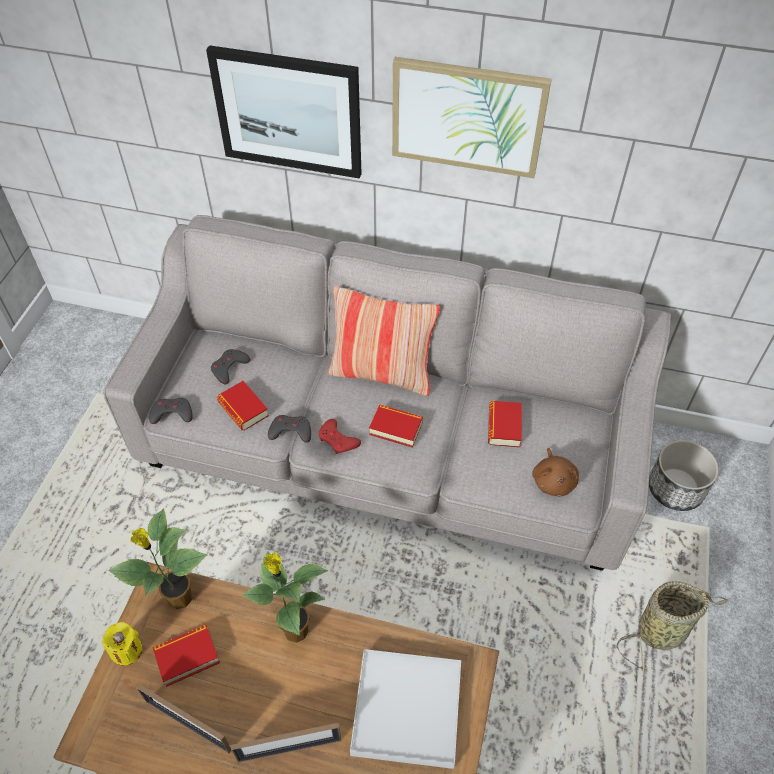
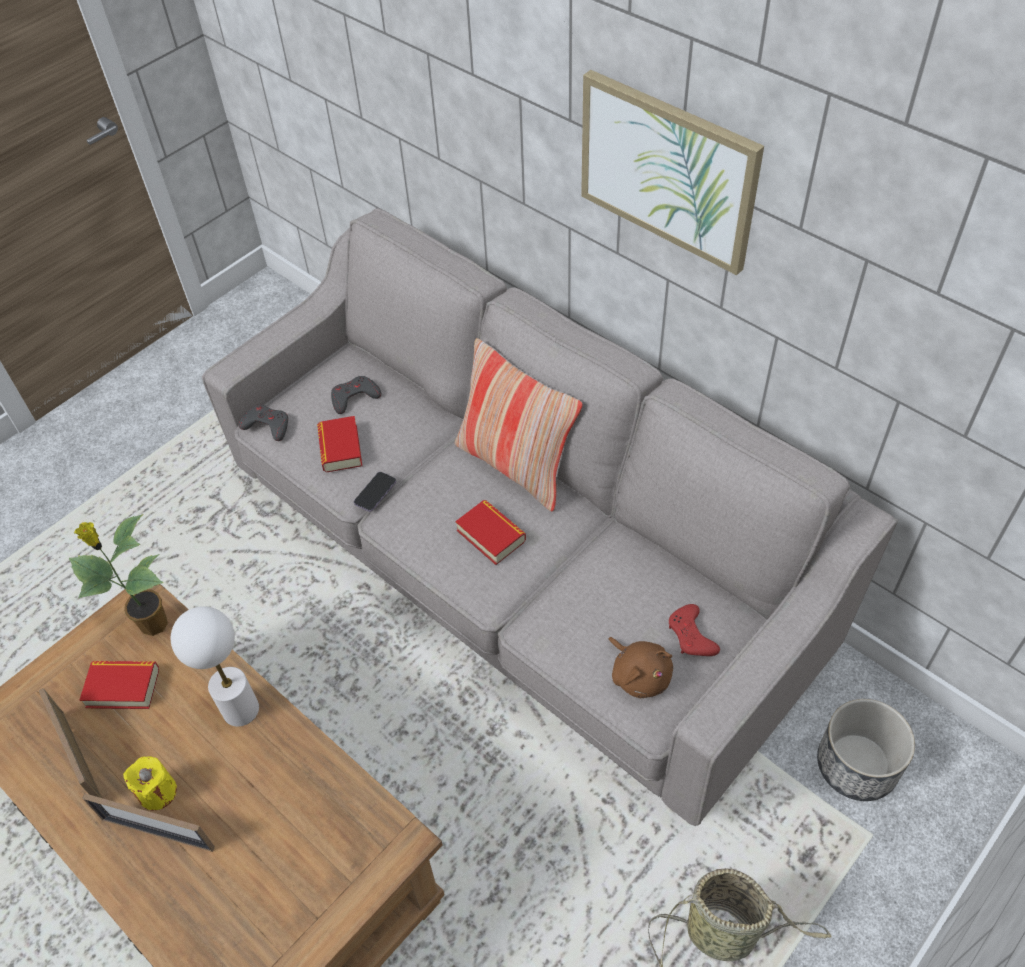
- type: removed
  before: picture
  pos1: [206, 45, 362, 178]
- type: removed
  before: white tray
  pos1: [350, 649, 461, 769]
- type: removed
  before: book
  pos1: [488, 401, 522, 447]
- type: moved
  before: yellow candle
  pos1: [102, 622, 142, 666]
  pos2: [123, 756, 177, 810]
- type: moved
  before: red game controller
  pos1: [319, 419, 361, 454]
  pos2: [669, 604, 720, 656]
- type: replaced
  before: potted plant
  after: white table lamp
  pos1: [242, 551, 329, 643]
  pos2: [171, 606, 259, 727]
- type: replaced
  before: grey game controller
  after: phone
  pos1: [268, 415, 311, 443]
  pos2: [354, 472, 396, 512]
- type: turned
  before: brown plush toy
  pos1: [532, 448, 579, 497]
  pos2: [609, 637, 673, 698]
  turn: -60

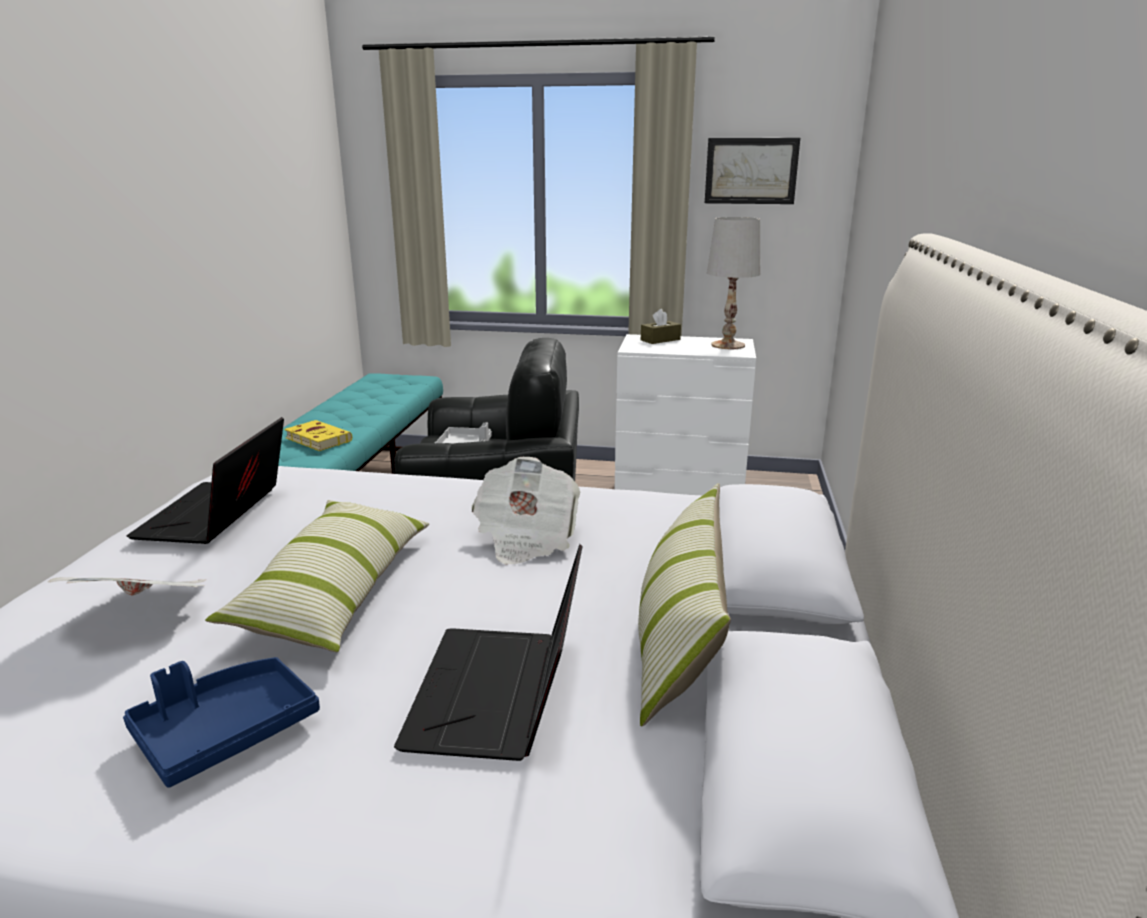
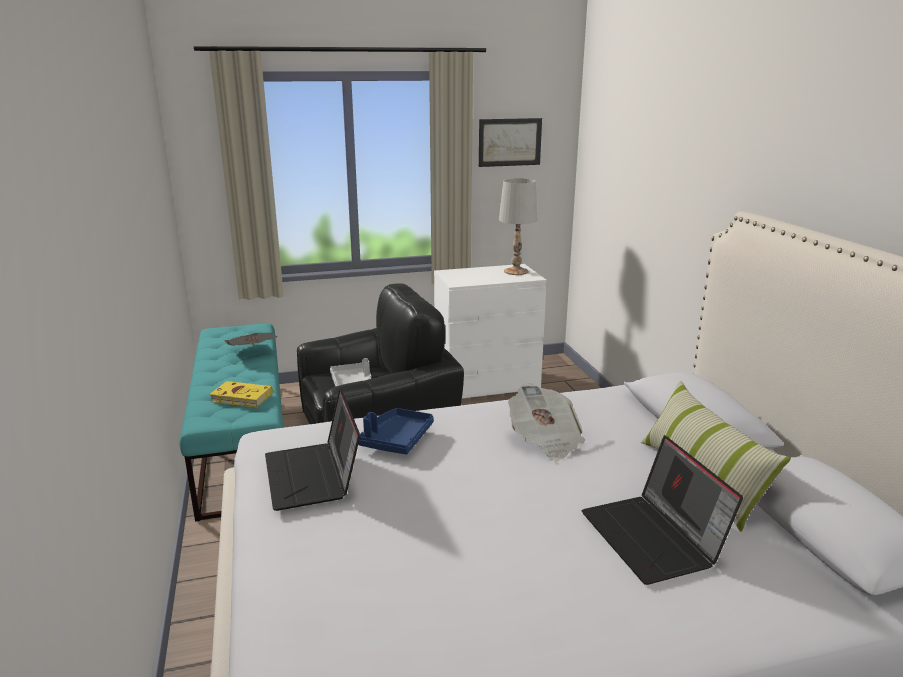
- type: removed
  before: pillow
  pos1: [205, 500, 429, 652]
- type: removed
  before: brown tissue box
  pos1: [641, 309, 681, 344]
- type: moved
  before: newspaper
  pos1: [48, 577, 206, 595]
  pos2: [225, 333, 278, 346]
- type: moved
  before: blue tray
  pos1: [123, 657, 320, 787]
  pos2: [358, 408, 434, 455]

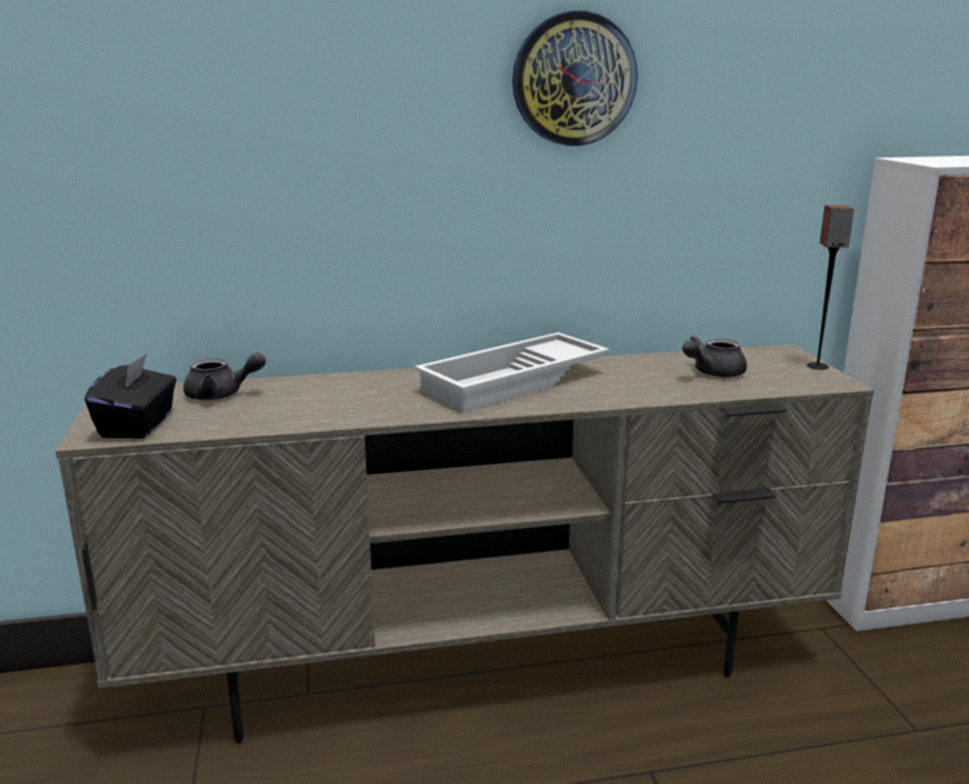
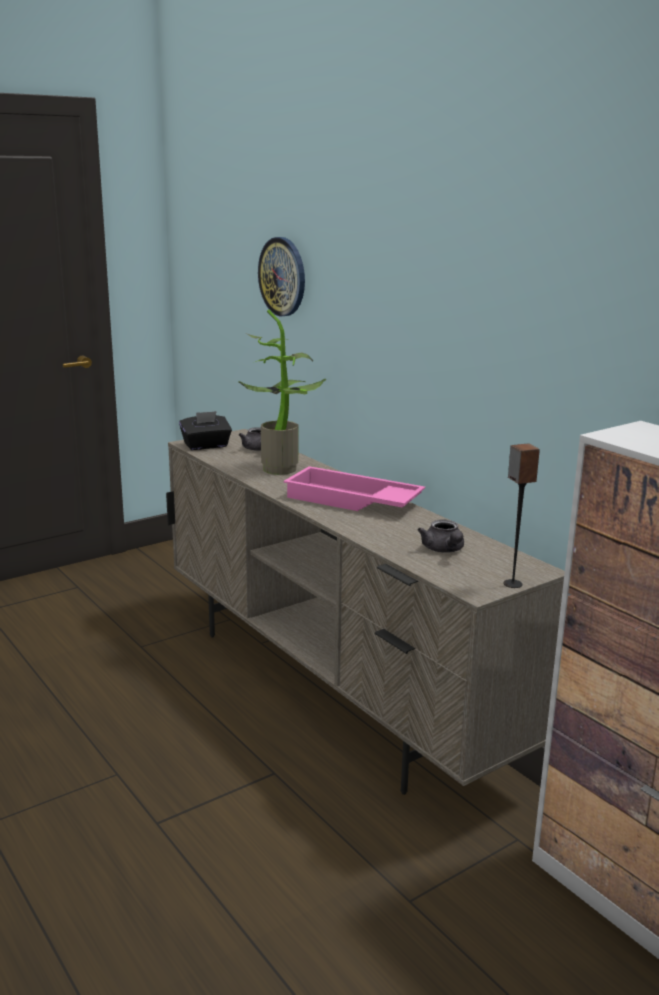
- type: added
  after: potted plant
  pos2: [238, 310, 327, 475]
- type: moved
  before: wall clock
  pos1: [512, 11, 638, 146]
  pos2: [258, 237, 305, 317]
- type: recoloured
  before: white tray
  after: pink tray
  pos1: [414, 332, 609, 412]
  pos2: [283, 466, 425, 511]
- type: turned
  before: grey teapot
  pos1: [682, 335, 747, 377]
  pos2: [418, 520, 464, 553]
  turn: -135

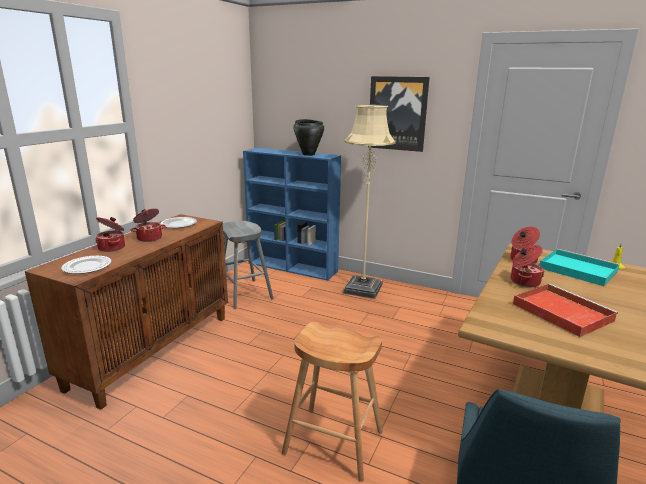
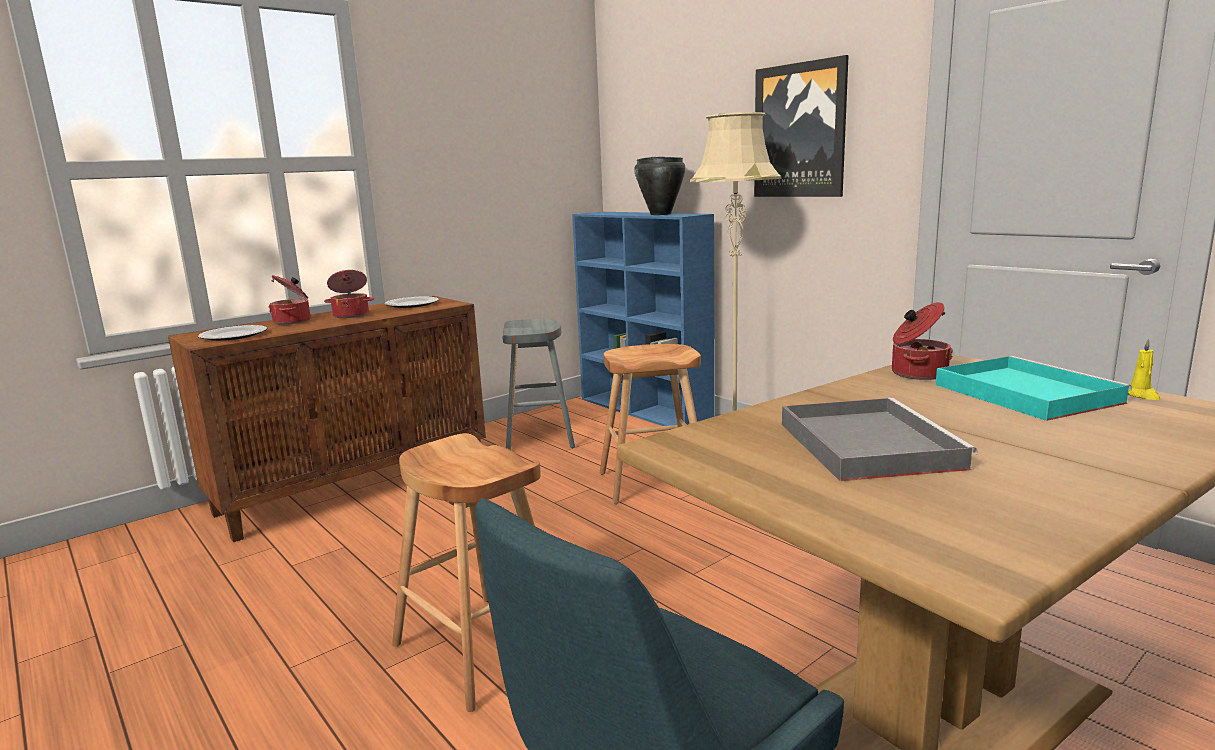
- type: removed
  before: cooking pot
  pos1: [511, 245, 544, 287]
- type: added
  after: brown stool
  pos2: [600, 344, 701, 504]
- type: recoloured
  before: red tray
  after: grey tray
  pos1: [513, 284, 618, 337]
  pos2: [782, 398, 978, 481]

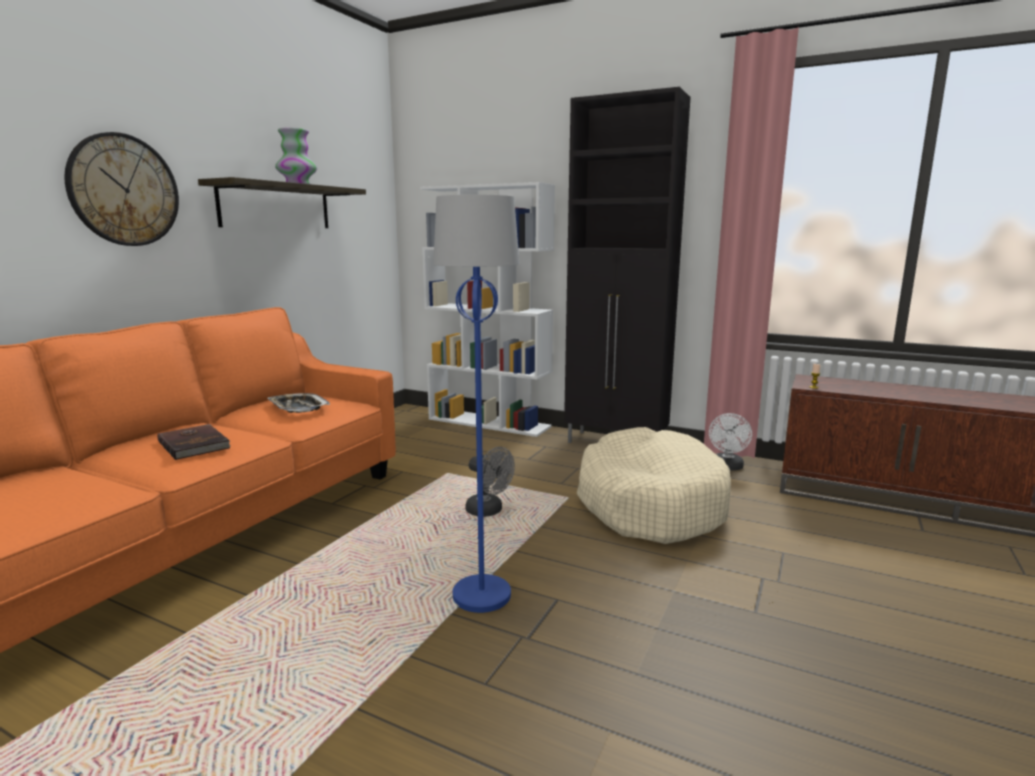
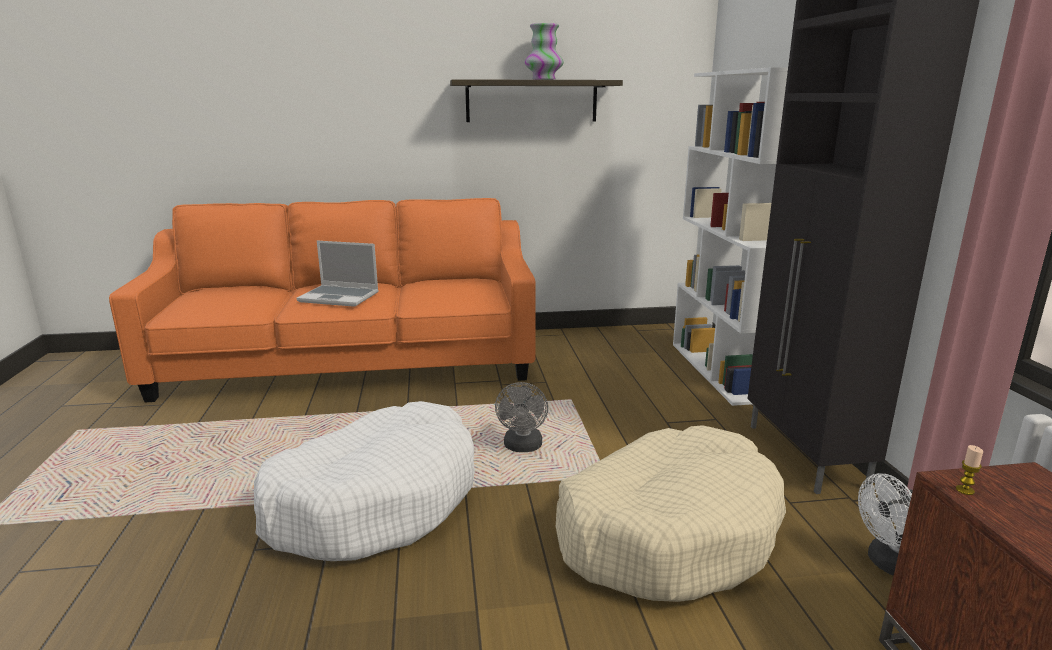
- type: removed
  before: wall clock
  pos1: [64, 132, 179, 246]
- type: removed
  before: tray
  pos1: [268, 393, 330, 413]
- type: replaced
  before: brown book
  after: laptop
  pos1: [157, 424, 231, 460]
  pos2: [296, 241, 379, 307]
- type: replaced
  before: blue floor lamp
  after: white dog bed
  pos1: [433, 194, 520, 613]
  pos2: [254, 401, 475, 561]

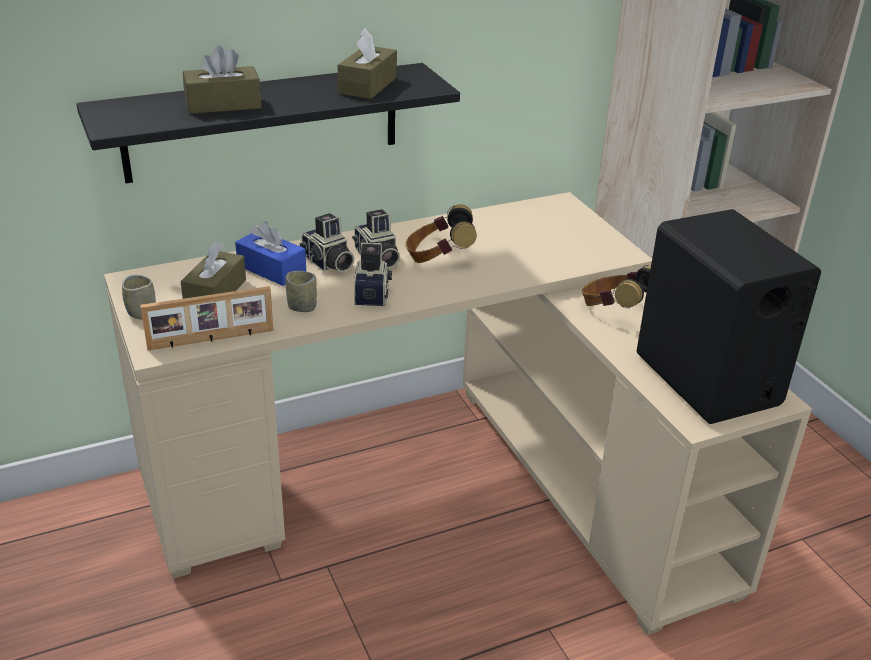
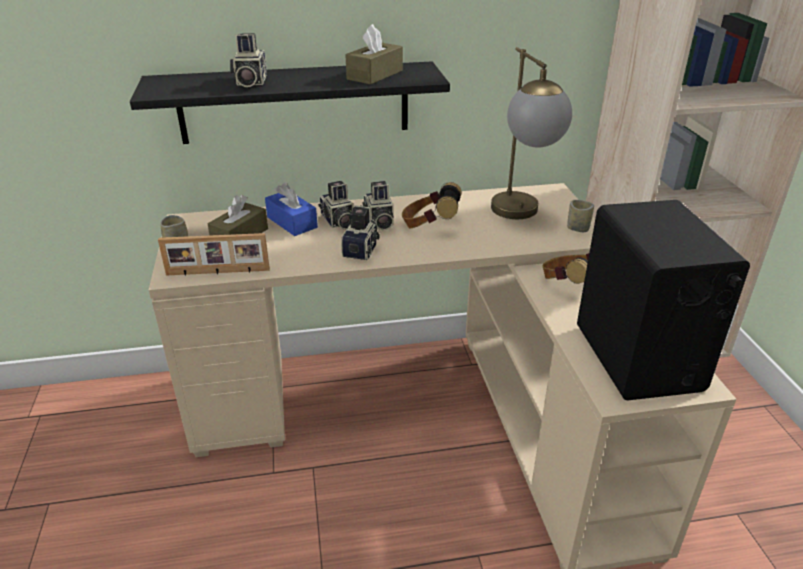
- type: added
  after: table lamp
  pos2: [491, 47, 572, 219]
- type: moved
  before: cup
  pos1: [285, 271, 317, 312]
  pos2: [567, 200, 594, 232]
- type: replaced
  before: brown tissue box
  after: photo camera
  pos1: [183, 45, 262, 114]
  pos2: [230, 33, 267, 87]

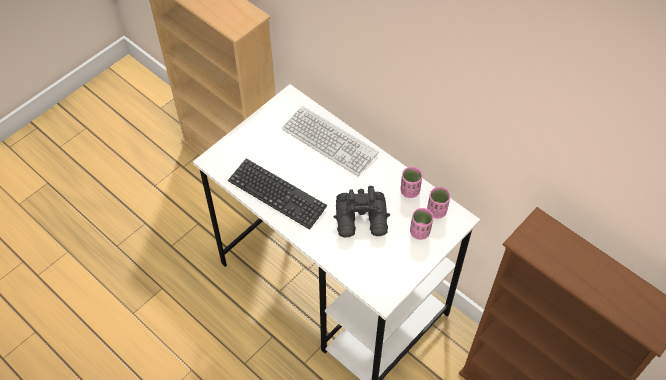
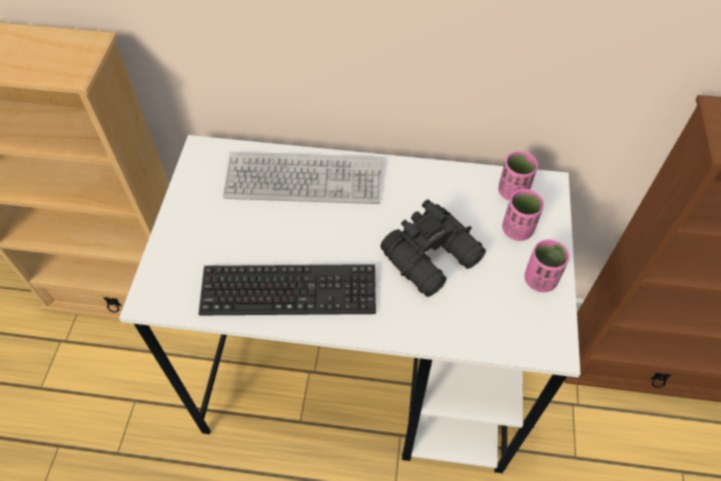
- type: moved
  before: pink cup
  pos1: [400, 167, 422, 198]
  pos2: [525, 239, 569, 292]

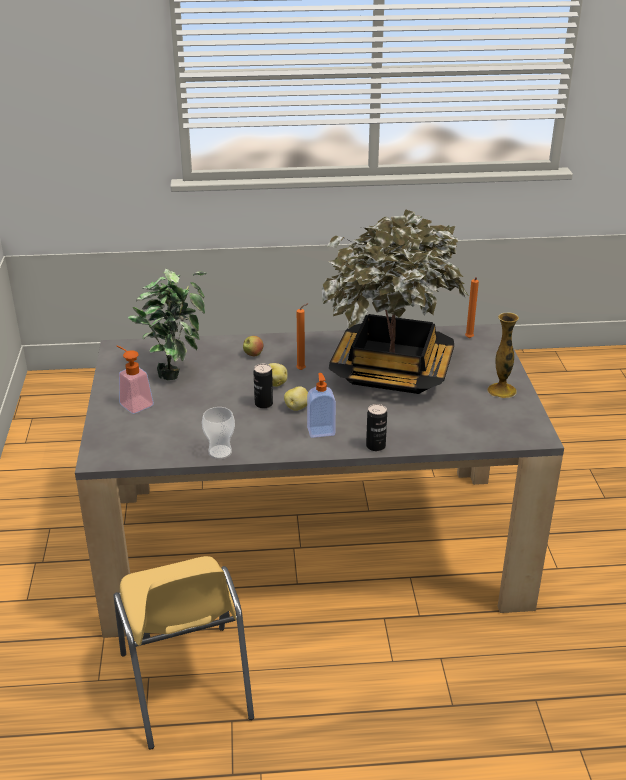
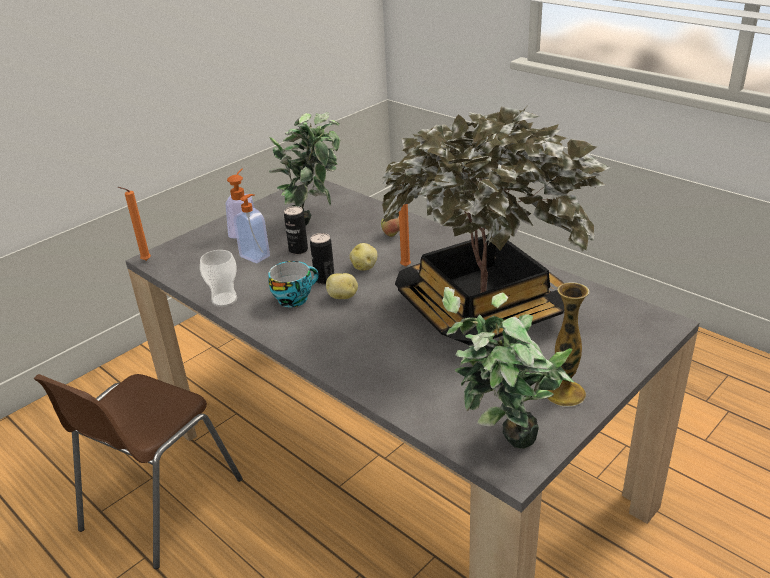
- type: added
  after: cup
  pos2: [268, 261, 319, 307]
- type: added
  after: potted plant
  pos2: [442, 287, 574, 449]
- type: moved
  before: soap dispenser
  pos1: [307, 373, 336, 438]
  pos2: [234, 194, 270, 263]
- type: moved
  before: can
  pos1: [366, 404, 387, 451]
  pos2: [284, 206, 308, 255]
- type: moved
  before: orange candle
  pos1: [465, 277, 479, 338]
  pos2: [118, 187, 151, 261]
- type: recoloured
  before: yellow chair
  after: brown chair
  pos1: [114, 556, 254, 749]
  pos2: [34, 374, 243, 569]

